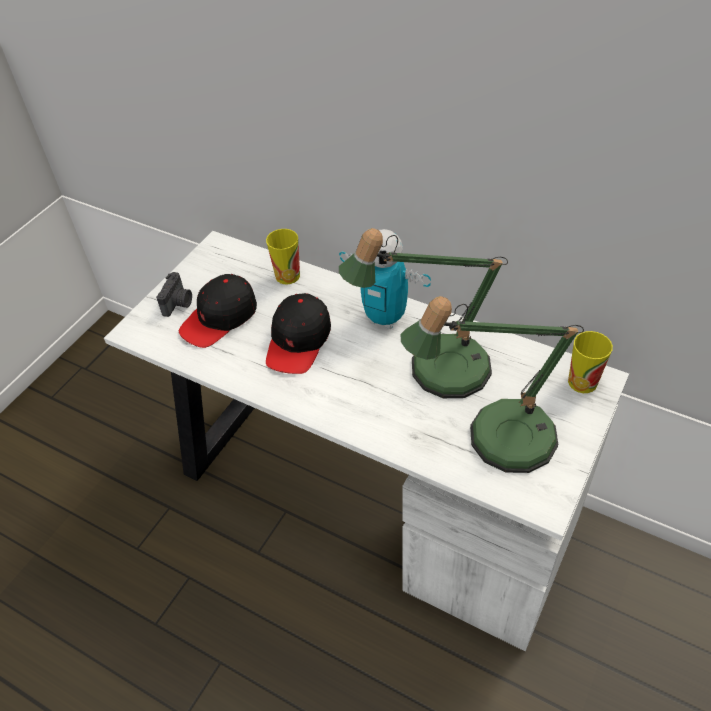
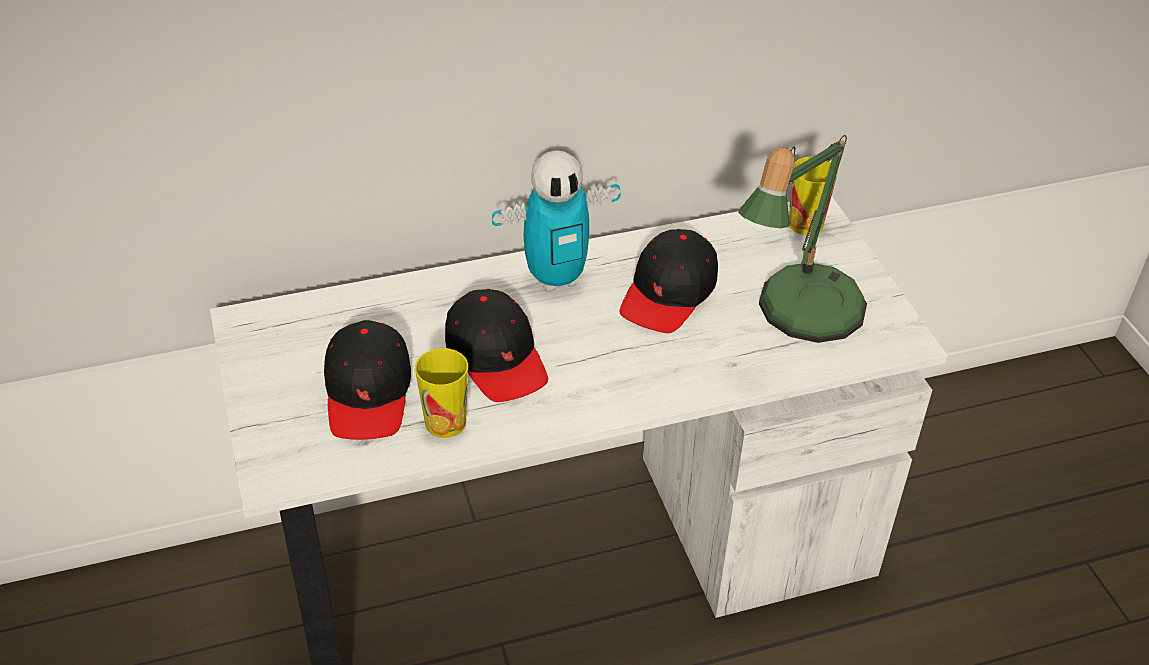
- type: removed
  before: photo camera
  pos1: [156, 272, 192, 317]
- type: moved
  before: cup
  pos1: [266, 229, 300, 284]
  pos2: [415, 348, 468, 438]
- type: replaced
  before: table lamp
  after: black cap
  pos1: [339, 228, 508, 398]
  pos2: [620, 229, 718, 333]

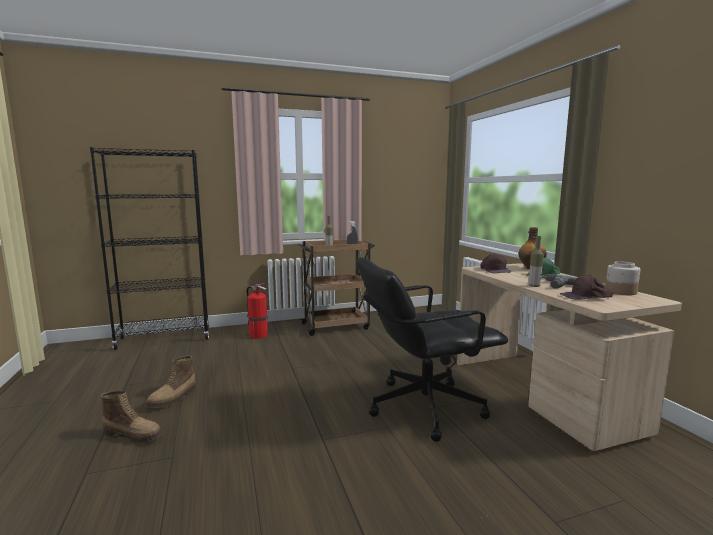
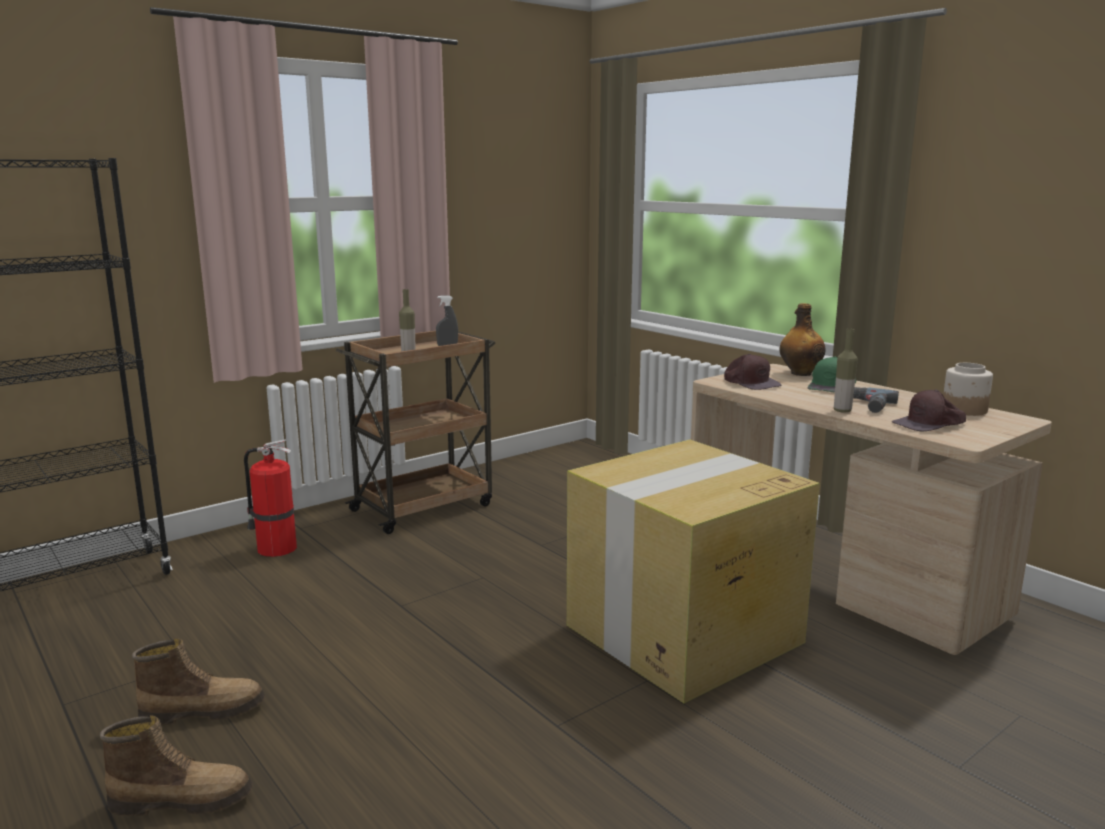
- type: replaced
  before: black office chair
  after: cardboard box
  pos1: [357, 257, 508, 442]
  pos2: [567, 440, 820, 703]
- type: turned
  before: boot
  pos1: [146, 355, 197, 408]
  pos2: [132, 638, 265, 725]
  turn: -105

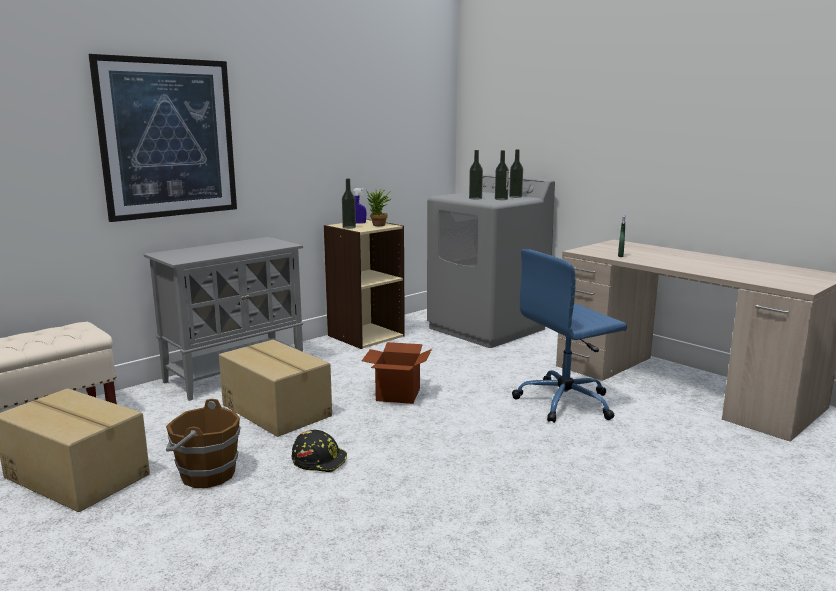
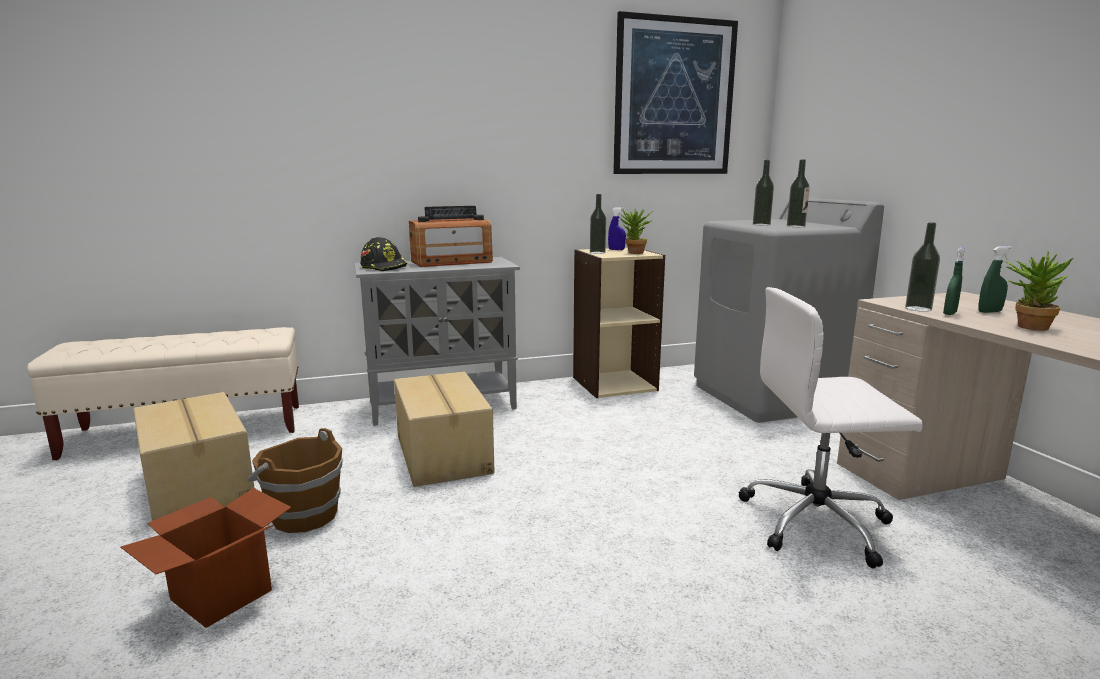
- type: added
  after: radio
  pos2: [409, 206, 493, 267]
- type: added
  after: green spray bottle
  pos2: [978, 246, 1012, 313]
- type: added
  after: potted plant
  pos2: [1006, 251, 1073, 331]
- type: moved
  before: picture
  pos1: [88, 54, 237, 222]
  pos2: [613, 11, 738, 174]
- type: moved
  before: black hard hat
  pos1: [292, 430, 347, 473]
  pos2: [360, 237, 407, 271]
- type: moved
  before: cardboard box
  pos1: [362, 342, 432, 404]
  pos2: [120, 488, 292, 628]
- type: moved
  before: bottle
  pos1: [509, 149, 523, 198]
  pos2: [905, 222, 940, 312]
- type: recoloured
  before: blue office chair
  after: white office chair
  pos1: [512, 249, 627, 423]
  pos2: [739, 287, 923, 568]

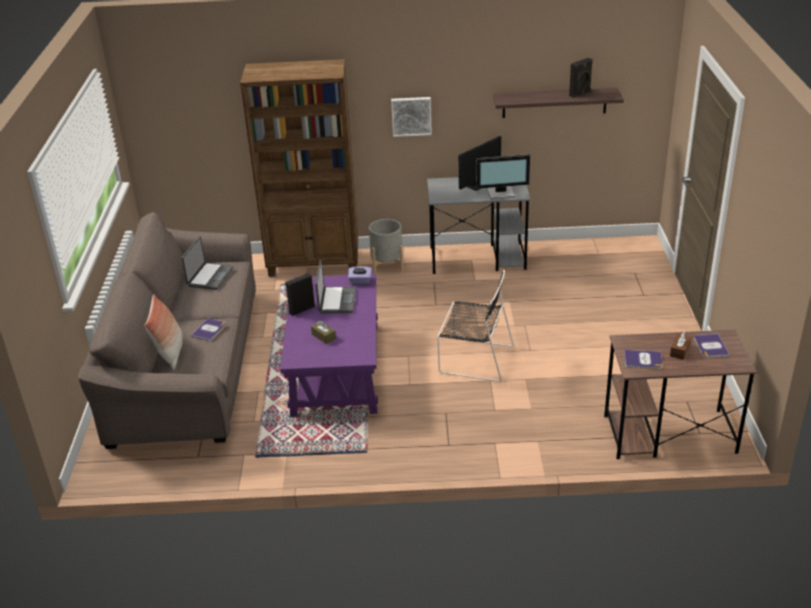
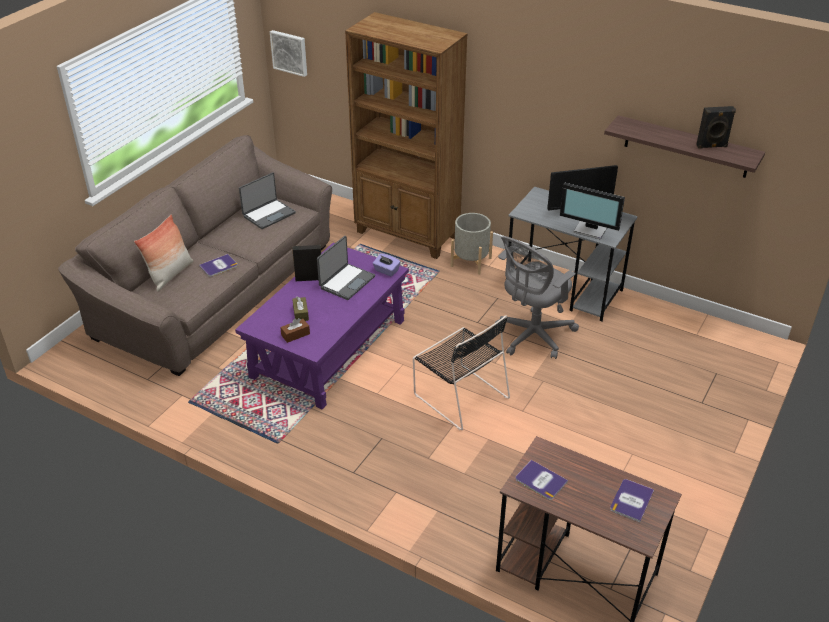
- type: added
  after: grey office chair
  pos2: [495, 236, 579, 359]
- type: moved
  before: picture
  pos1: [391, 97, 432, 137]
  pos2: [270, 30, 307, 77]
- type: moved
  before: brown tissue box
  pos1: [670, 332, 691, 360]
  pos2: [280, 318, 310, 343]

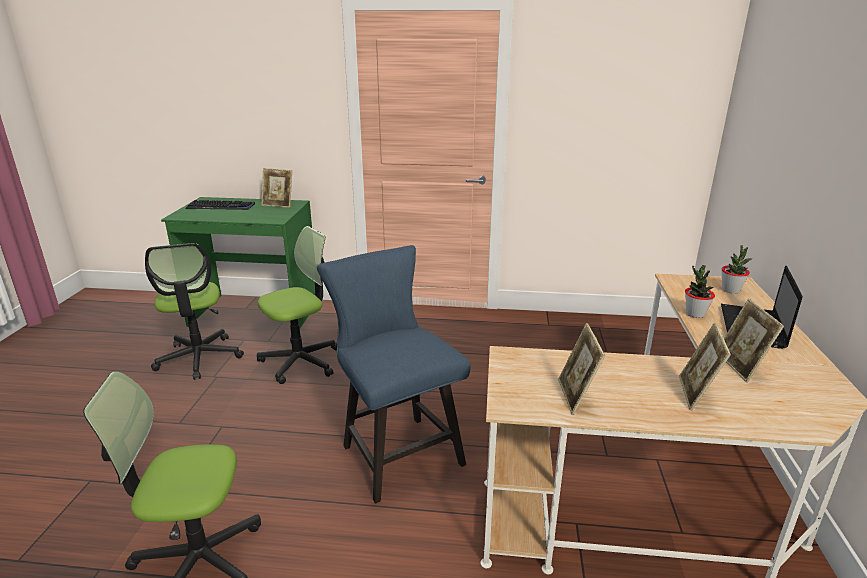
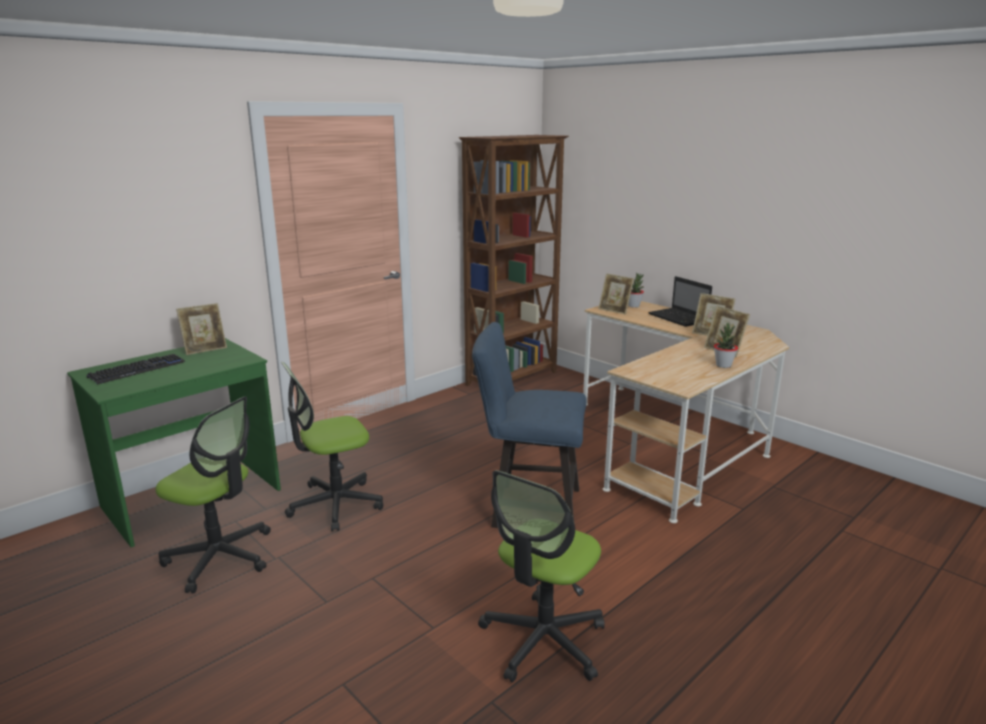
- type: added
  after: brown bookcase
  pos2: [459, 135, 569, 386]
- type: moved
  before: picture frame
  pos1: [558, 323, 605, 415]
  pos2: [598, 273, 634, 315]
- type: moved
  before: potted plant
  pos1: [685, 265, 715, 318]
  pos2: [714, 323, 738, 368]
- type: turned
  before: office chair
  pos1: [257, 226, 337, 384]
  pos2: [281, 362, 383, 532]
  turn: -120

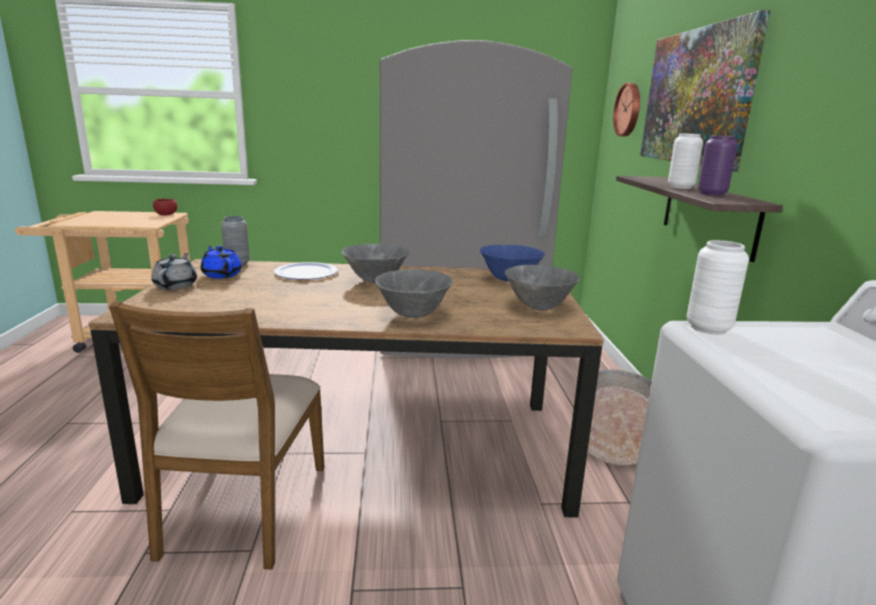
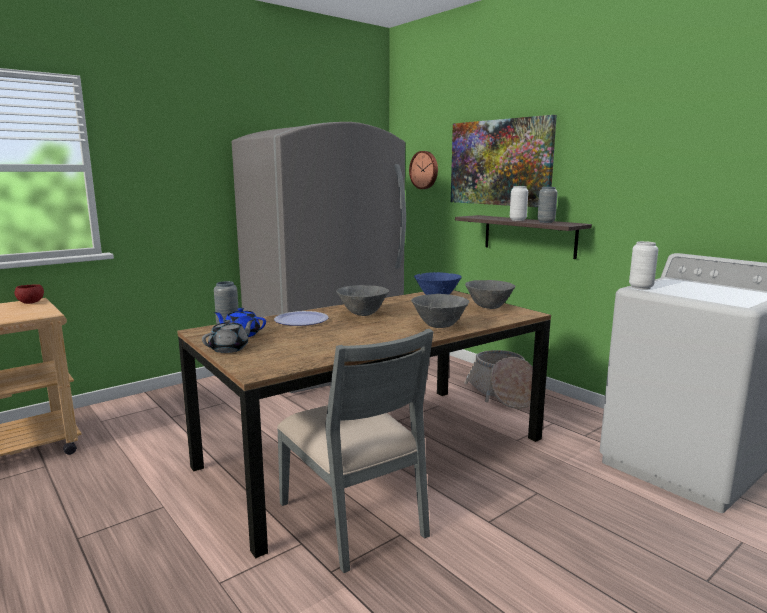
- type: recoloured
  before: brown chair
  after: grey chair
  pos1: [109, 302, 324, 570]
  pos2: [277, 329, 433, 573]
- type: recoloured
  before: purple vase
  after: grey vase
  pos1: [698, 135, 738, 196]
  pos2: [538, 187, 558, 223]
- type: turned
  before: grey teapot
  pos1: [151, 253, 197, 290]
  pos2: [202, 320, 254, 353]
  turn: 75

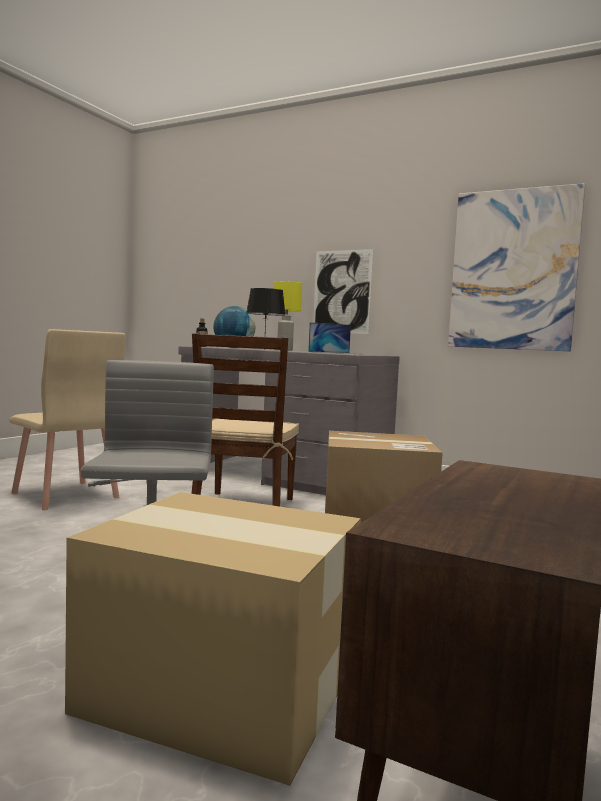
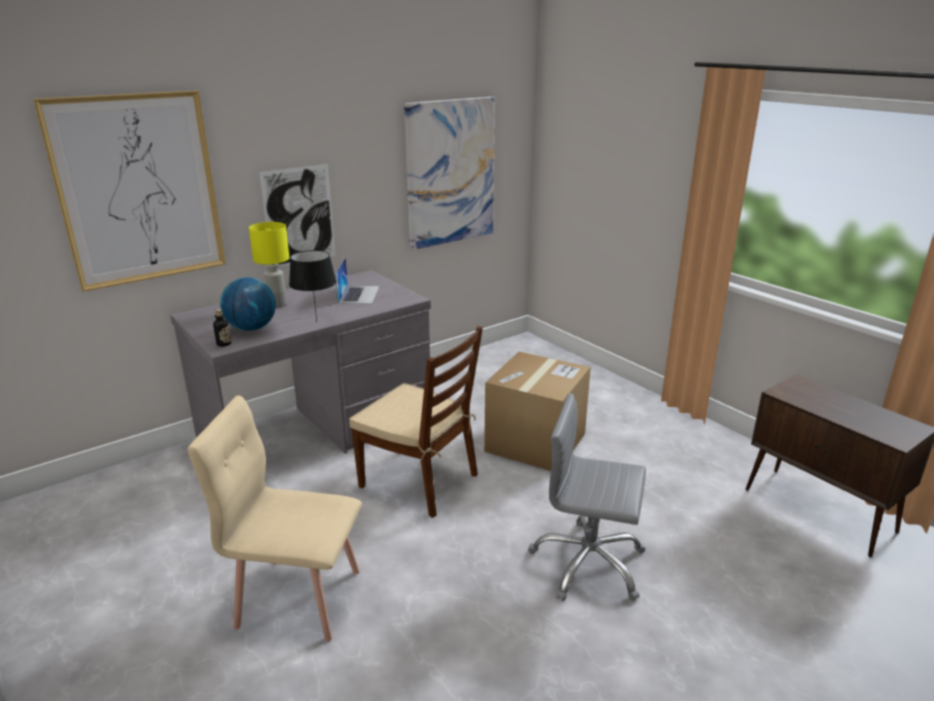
- type: removed
  before: cardboard box
  pos1: [65, 492, 361, 786]
- type: added
  after: picture
  pos2: [33, 90, 226, 292]
- type: turned
  before: beige chair
  pos1: [10, 329, 126, 510]
  pos2: [188, 395, 362, 641]
  turn: -150

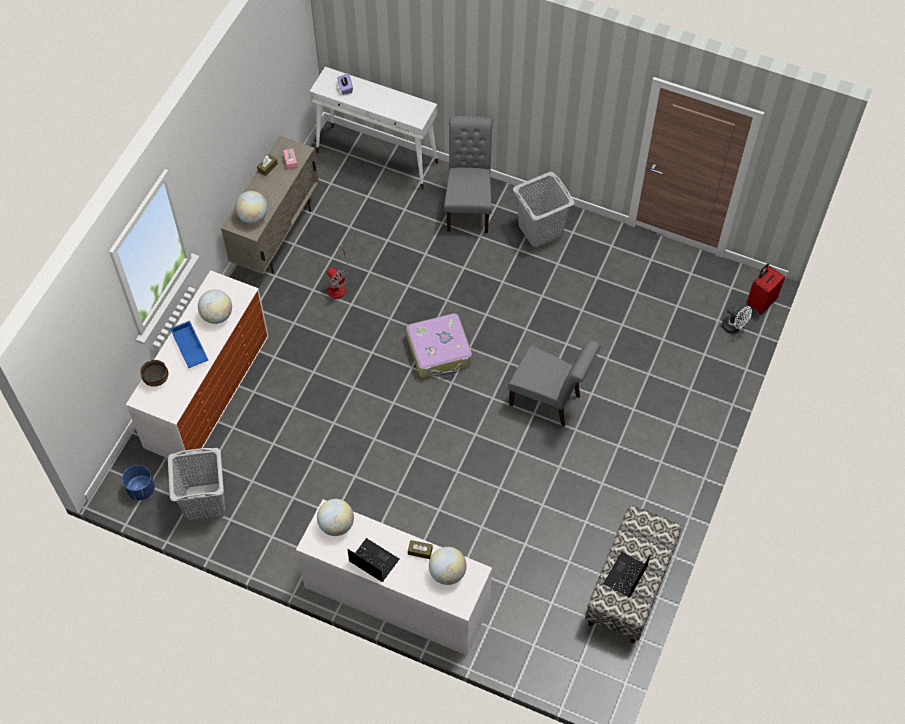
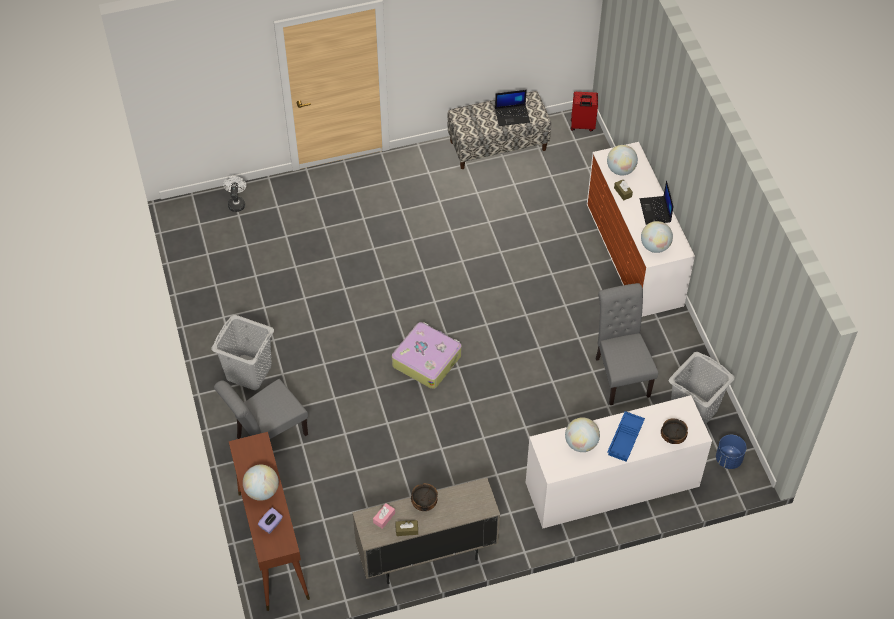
- type: removed
  before: fan
  pos1: [327, 244, 349, 299]
- type: added
  after: bowl
  pos2: [411, 483, 438, 511]
- type: moved
  before: globe
  pos1: [235, 191, 268, 224]
  pos2: [243, 465, 279, 501]
- type: moved
  before: grey chair
  pos1: [508, 340, 601, 427]
  pos2: [596, 283, 658, 405]
- type: moved
  before: red suitcase
  pos1: [747, 263, 785, 314]
  pos2: [571, 92, 598, 132]
- type: recoloured
  before: white console table
  after: brown console table
  pos1: [310, 67, 438, 190]
  pos2: [229, 432, 310, 611]

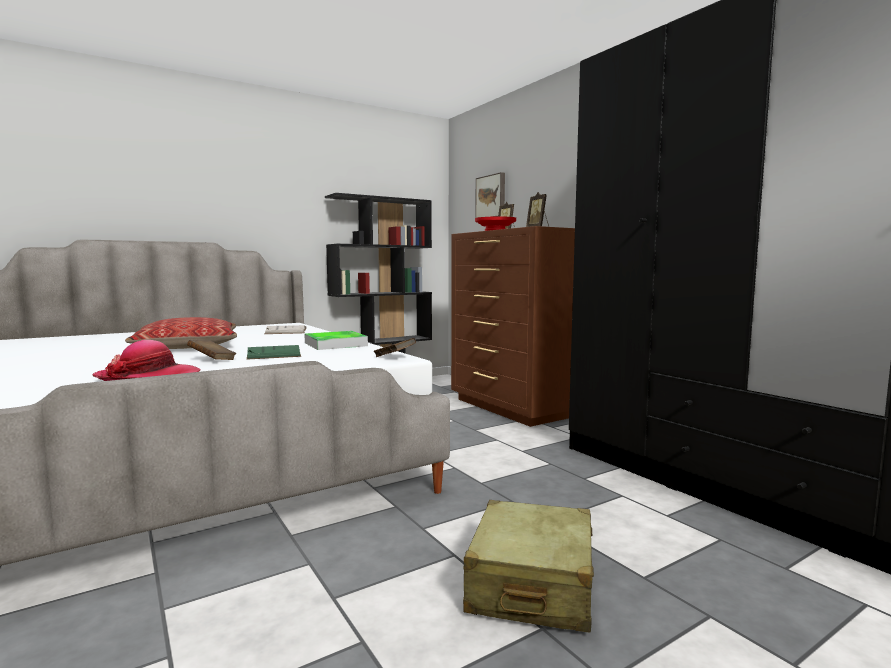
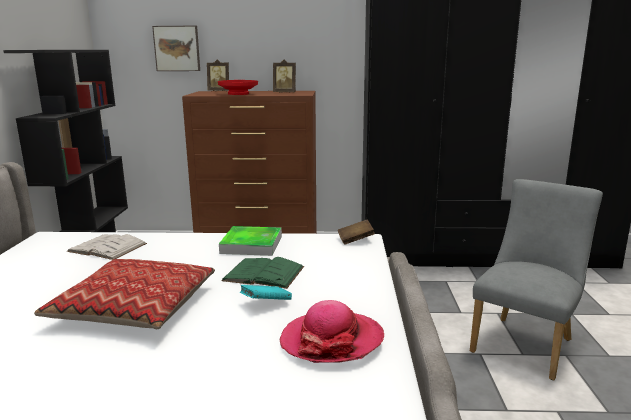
- type: replaced
  before: beige suitcase
  after: grey chair
  pos1: [463, 500, 594, 633]
  pos2: [470, 179, 603, 380]
- type: recoloured
  before: brown book
  after: turquoise book
  pos1: [187, 340, 236, 360]
  pos2: [240, 285, 292, 300]

